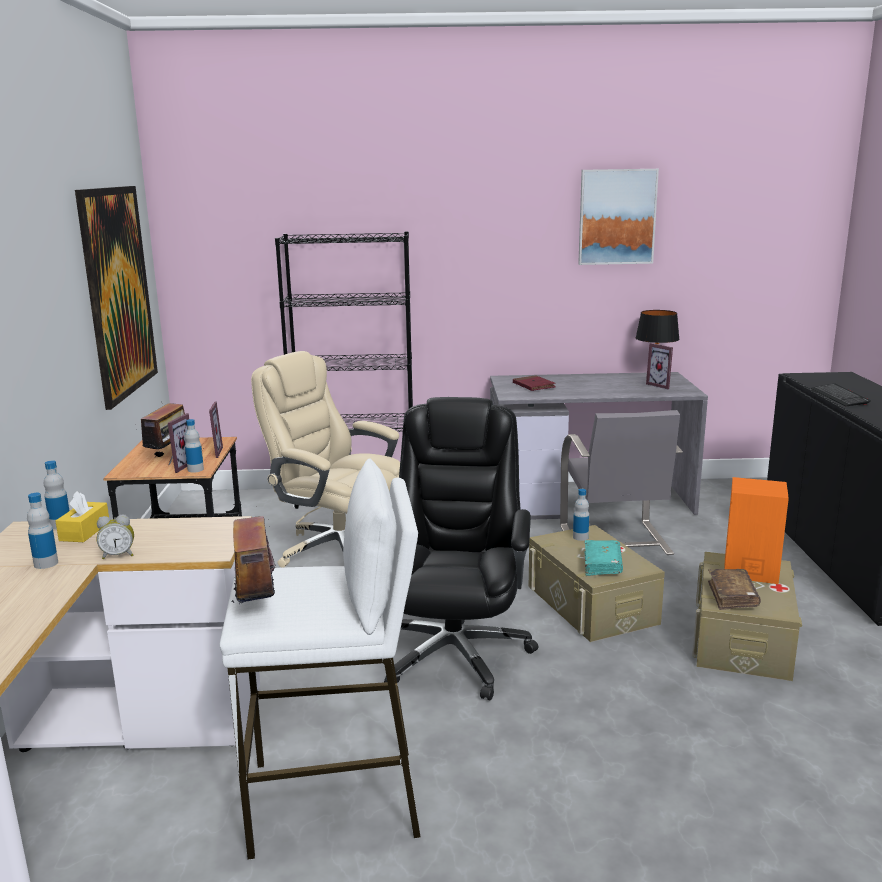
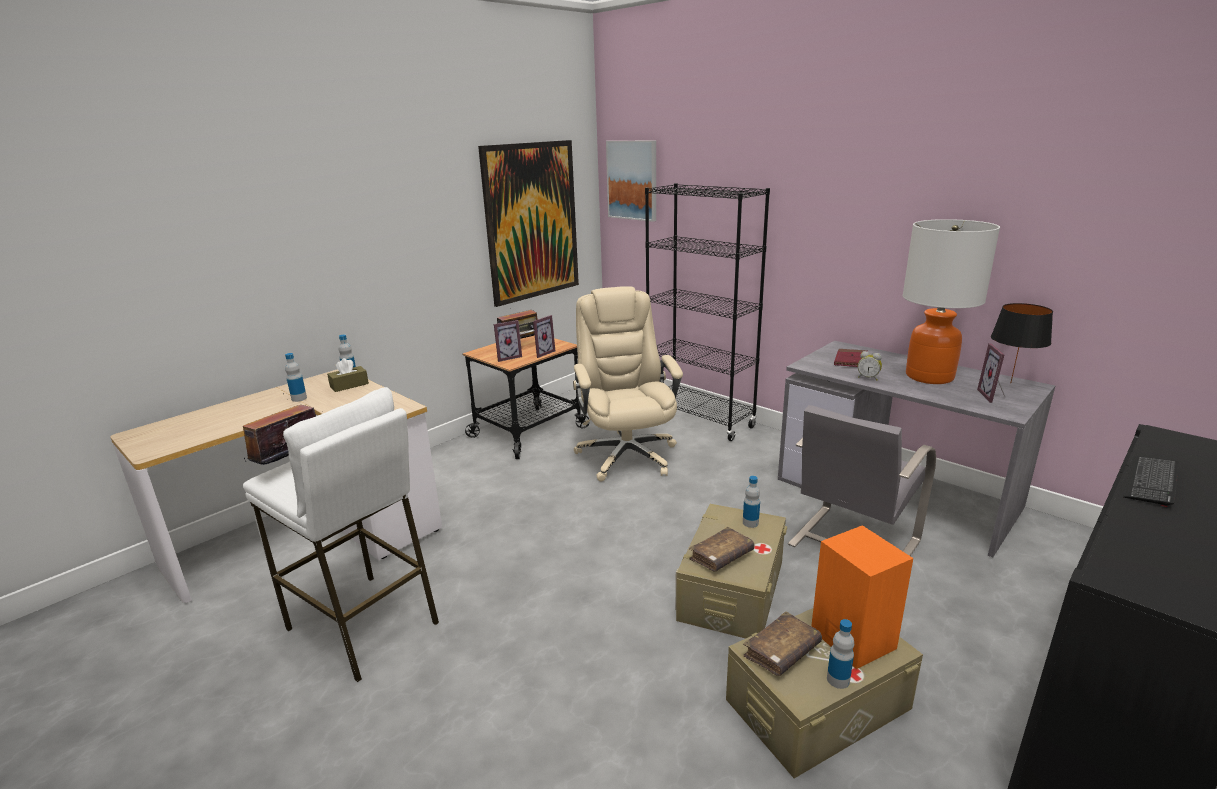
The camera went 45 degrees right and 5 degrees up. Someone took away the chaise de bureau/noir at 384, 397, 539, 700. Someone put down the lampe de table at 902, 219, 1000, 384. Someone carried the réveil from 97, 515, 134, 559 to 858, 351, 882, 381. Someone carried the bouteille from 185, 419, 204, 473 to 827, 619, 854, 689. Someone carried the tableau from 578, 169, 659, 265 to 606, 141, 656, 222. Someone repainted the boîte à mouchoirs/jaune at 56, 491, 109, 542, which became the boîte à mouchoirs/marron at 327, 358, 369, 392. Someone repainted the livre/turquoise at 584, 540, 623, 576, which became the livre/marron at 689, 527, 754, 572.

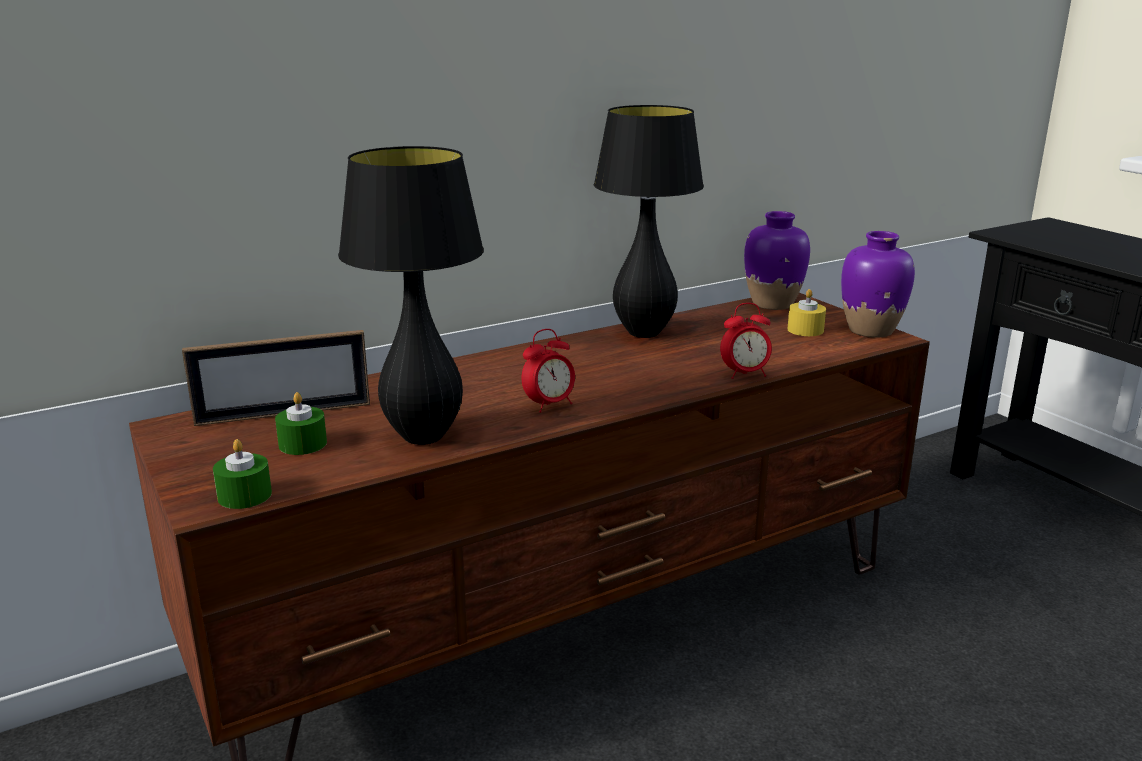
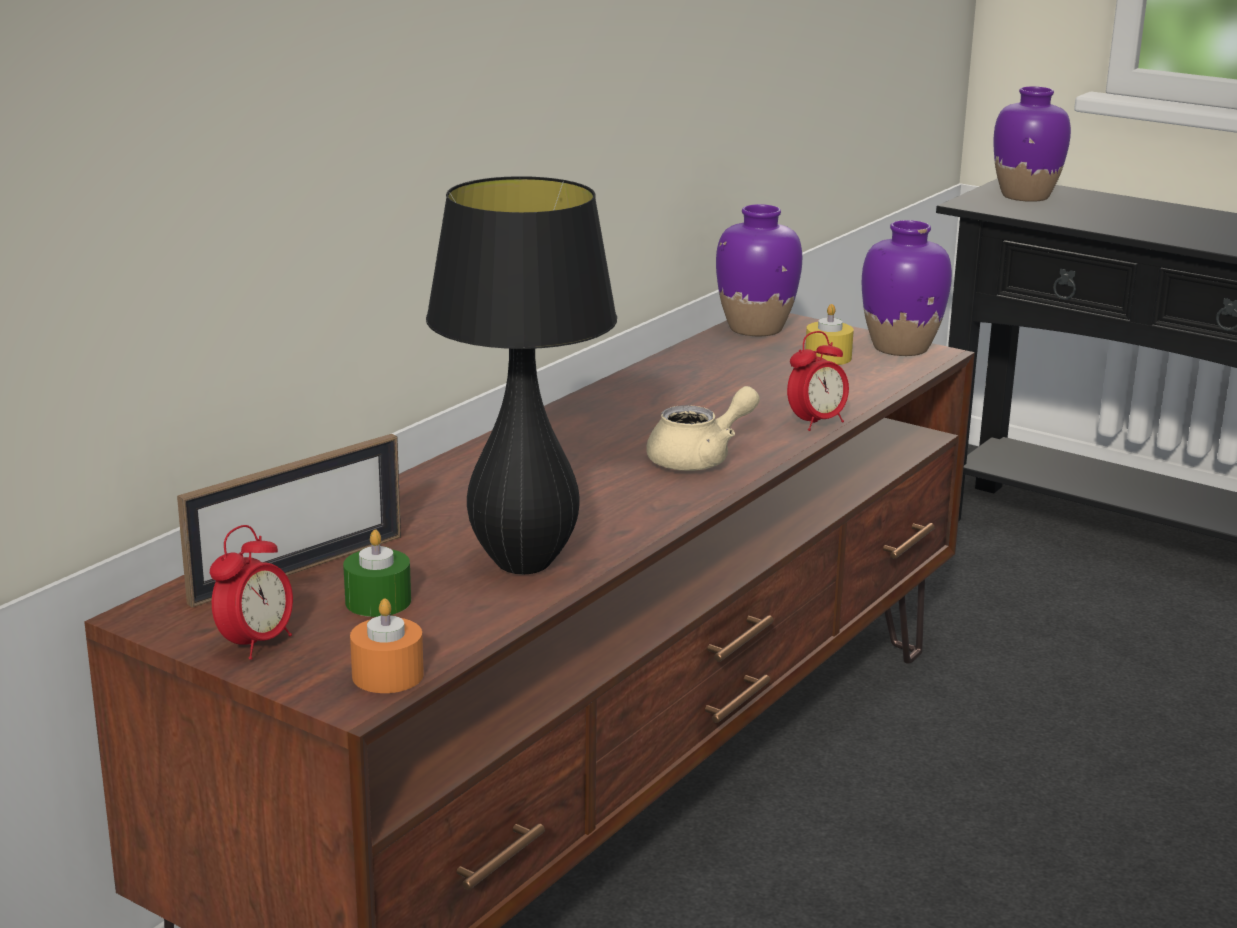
The camera went 25 degrees left and 0 degrees up. Someone took away the lampe de table/noir at 594, 105, 704, 338. Someone put down the théière/beige at 646, 386, 760, 471. Someone put down the vase/violet at 993, 86, 1071, 202. Someone carried the réveil from 522, 329, 575, 413 to 210, 525, 293, 660. Someone repainted the bougie/vert at 213, 439, 272, 509, which became the bougie/orange at 350, 598, 424, 693.

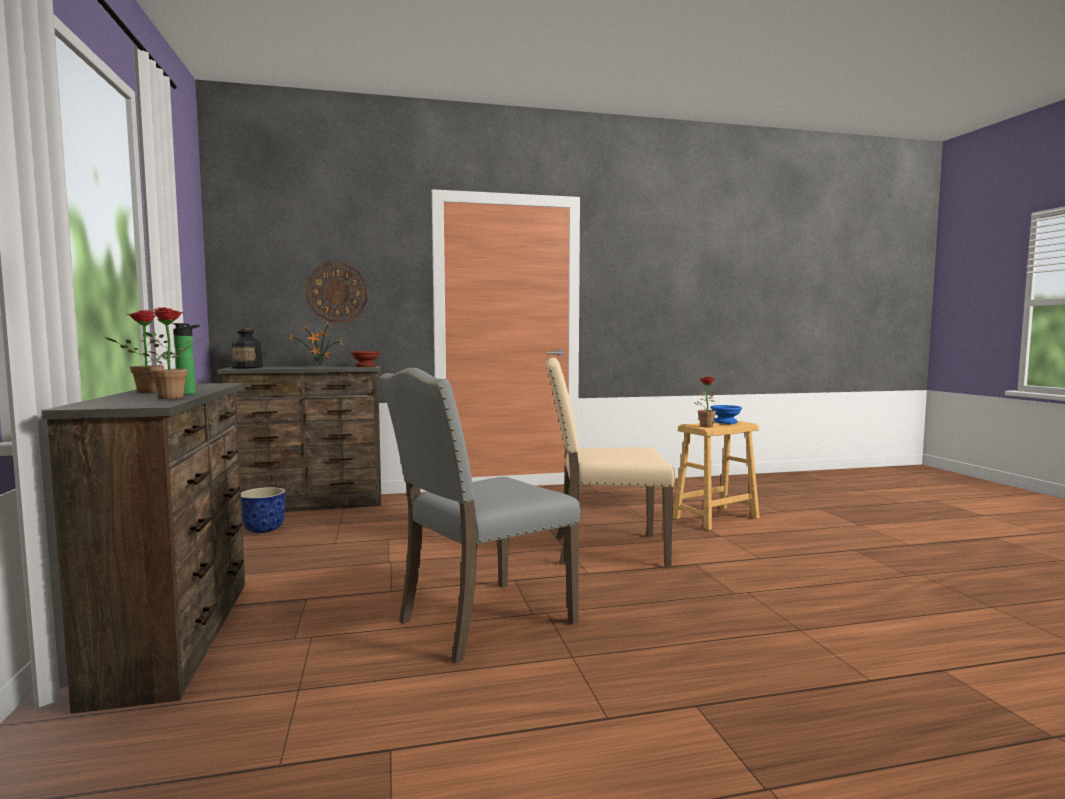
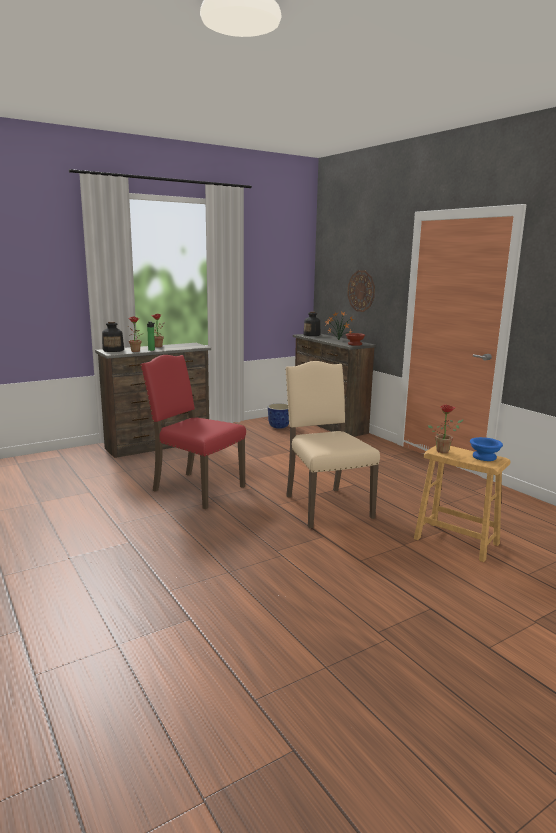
The camera went 70 degrees right and 10 degrees up. Someone put down the bouteille at 102, 321, 124, 352. Someone repainted the chaise/gris at 379, 368, 581, 664, which became the chaise/rouge at 140, 355, 246, 509.

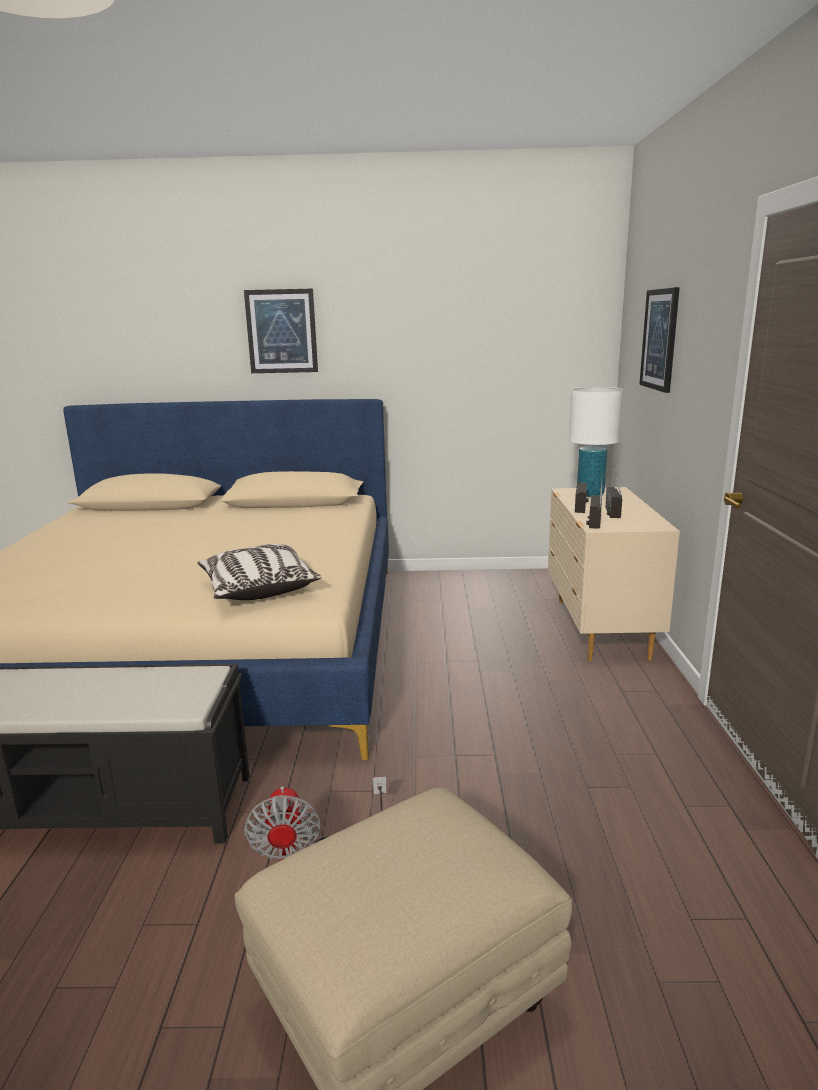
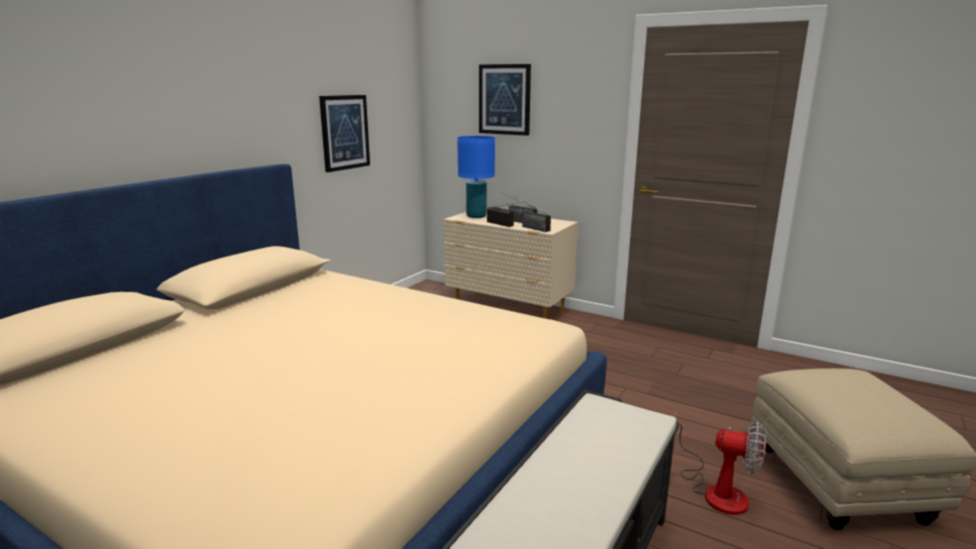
The camera went 60 degrees left and 0 degrees up. Someone took away the coussin at 198, 544, 321, 600. Someone carried the tableau from 244, 289, 318, 373 to 319, 95, 370, 172. Someone repainted the lampe de table/blanc at 569, 387, 623, 497, which became the lampe de table/bleu at 457, 136, 495, 218.

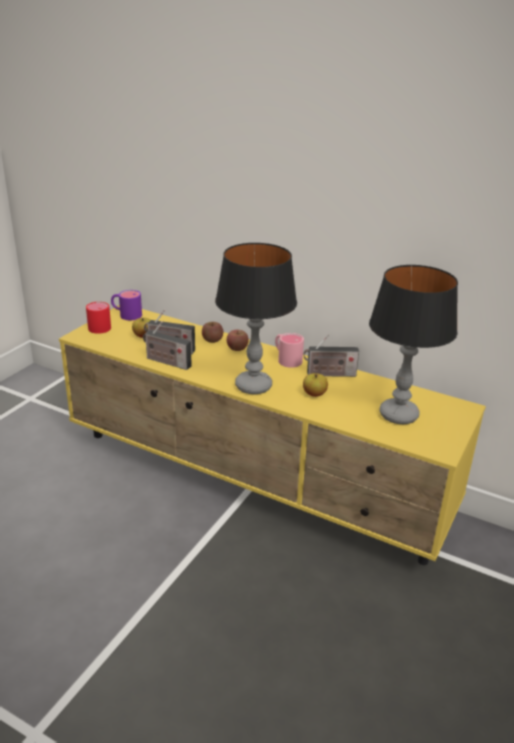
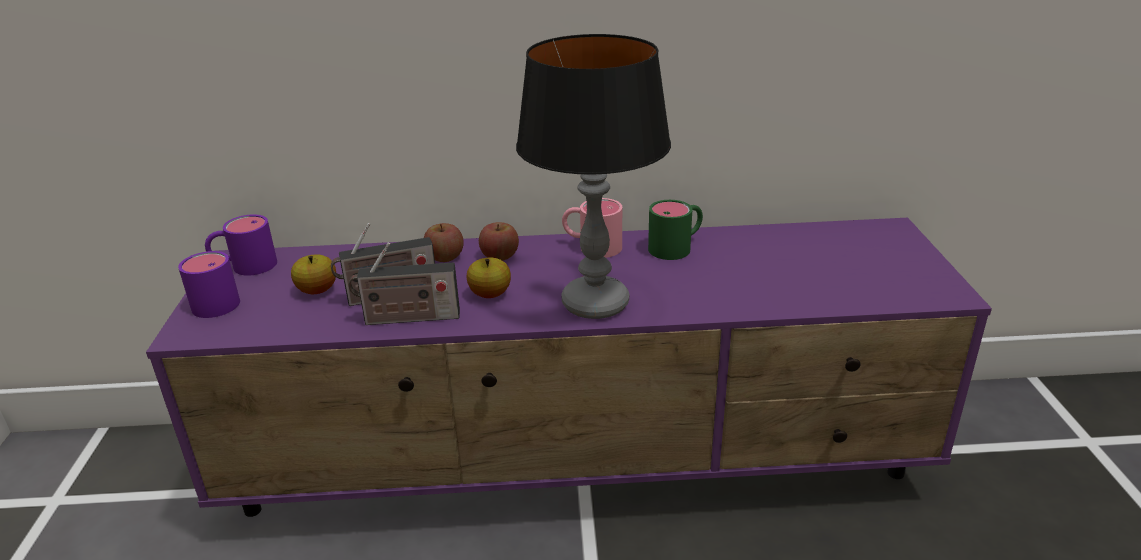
The camera went 30 degrees left and 0 degrees up. Someone took away the lampe de table at 369, 265, 458, 424. Someone carried the pomme from 303, 373, 328, 397 to 466, 258, 511, 298. Someone swapped the radio at 303, 334, 359, 377 for the mug/vert at 648, 200, 703, 260. Someone repainted the meuble télé/jaune at 59, 305, 486, 565, which became the meuble télé/violet at 146, 218, 992, 517. Someone repainted the mug/rouge at 86, 302, 111, 334, which became the mug/violet at 178, 251, 240, 318.

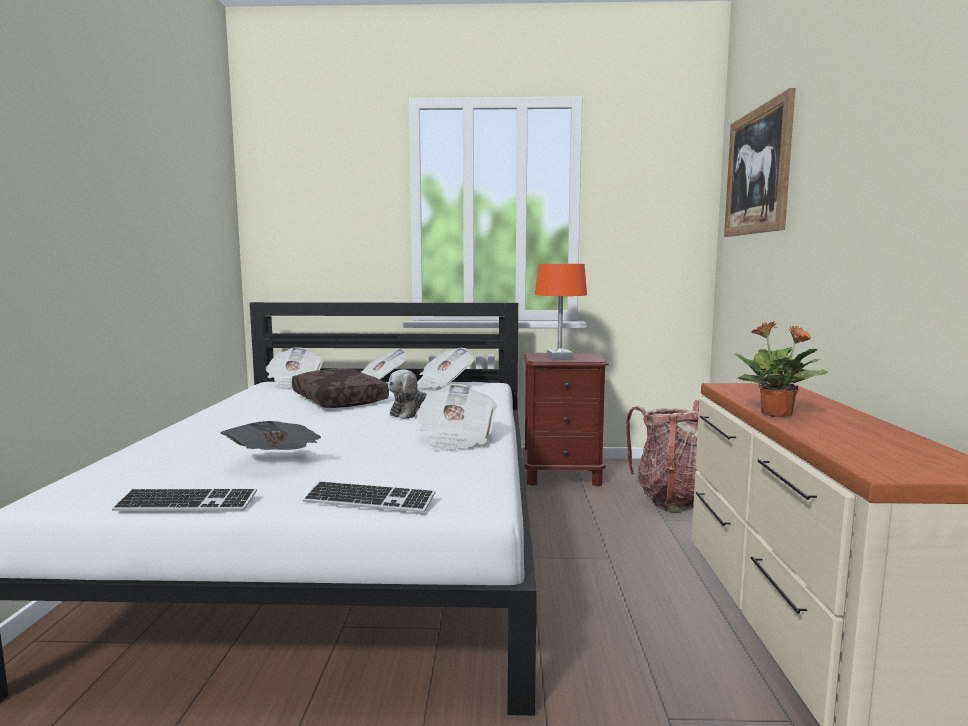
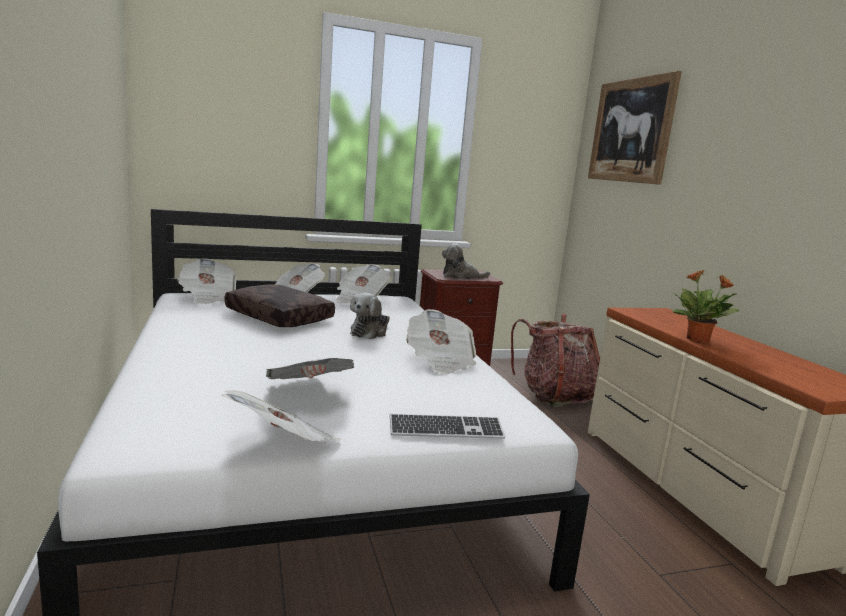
The camera went 20 degrees left and 5 degrees up. Someone swapped the clavier at 112, 489, 257, 511 for the journal at 222, 391, 341, 443. Someone swapped the lampe de table/orange at 535, 264, 587, 360 for the peluche at 442, 243, 490, 279.

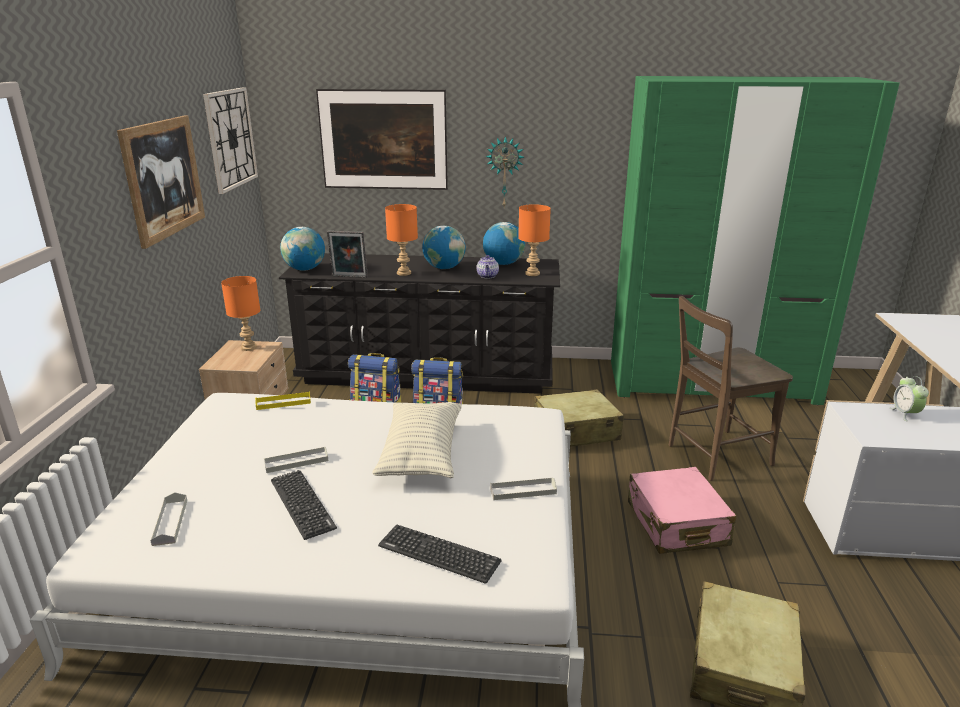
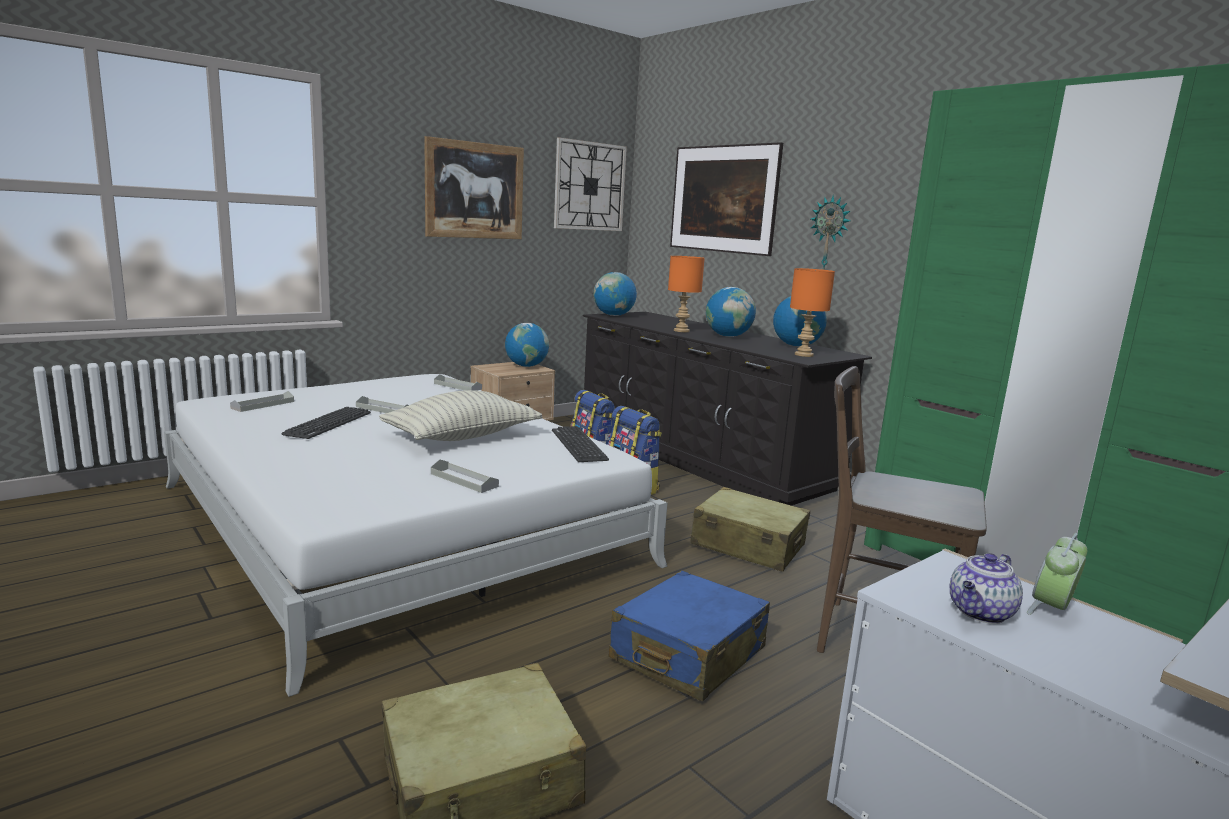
The camera went 45 degrees right and 10 degrees down. Someone took away the cadre photo at 327, 231, 368, 278. Someone carried the clavier from 378, 525, 502, 583 to 552, 426, 609, 462. Someone carried the théière from 476, 255, 499, 279 to 950, 553, 1023, 624. Someone swapped the lampe de table/orange at 221, 276, 260, 351 for the globe at 505, 323, 549, 367. Someone repainted the plateau/jaune at 255, 391, 311, 410, which became the plateau/gris at 434, 374, 482, 391. Someone repainted the valise/rose at 628, 467, 736, 554, which became the valise/bleu at 609, 570, 770, 701.

